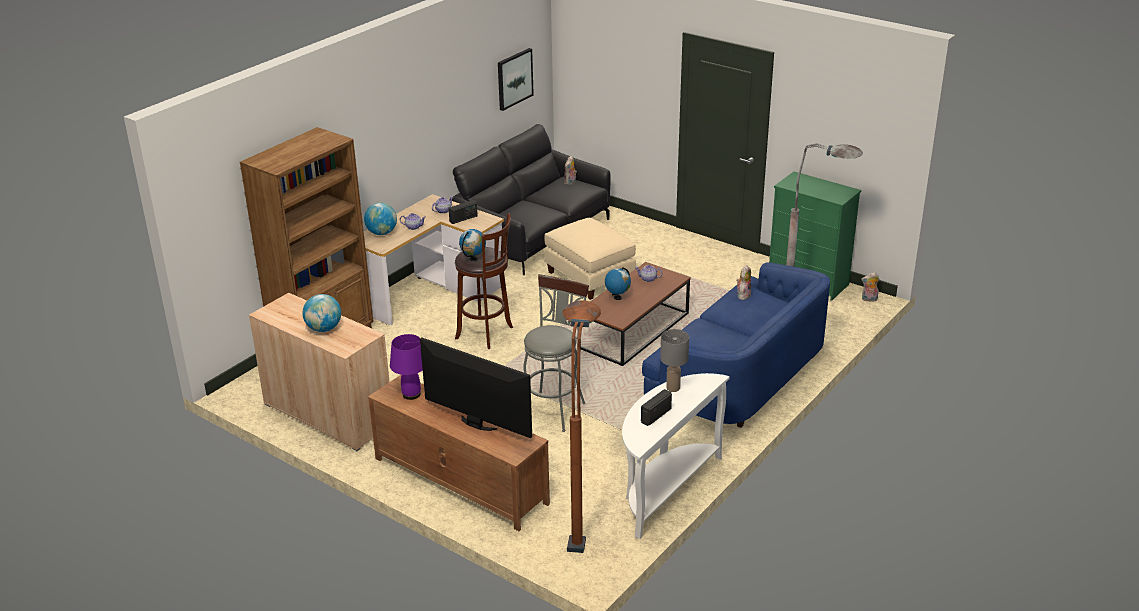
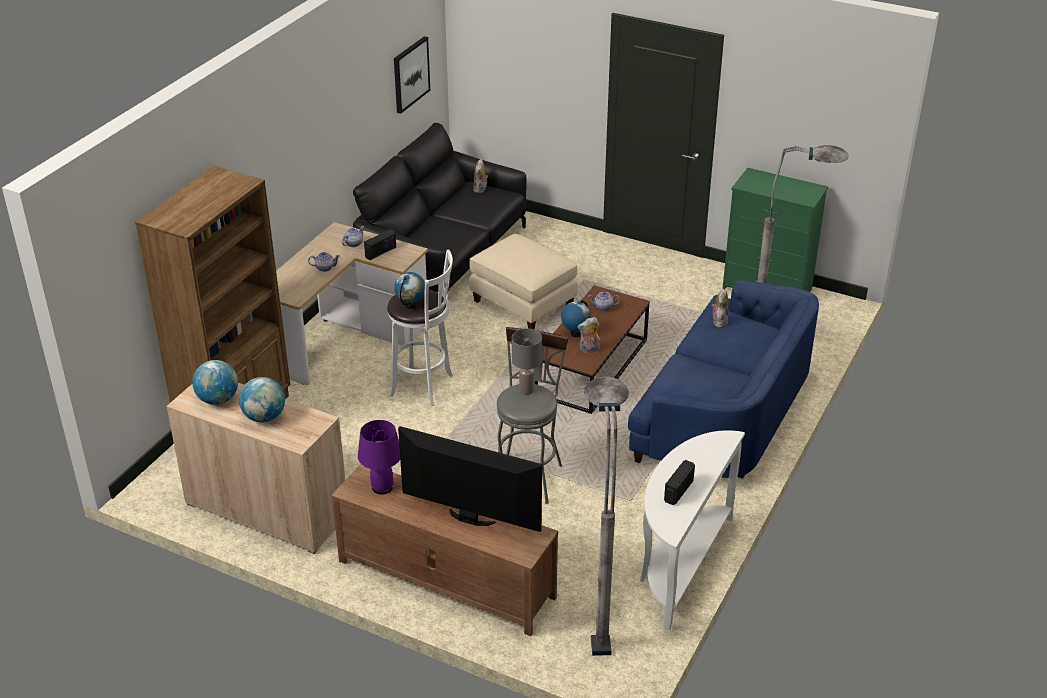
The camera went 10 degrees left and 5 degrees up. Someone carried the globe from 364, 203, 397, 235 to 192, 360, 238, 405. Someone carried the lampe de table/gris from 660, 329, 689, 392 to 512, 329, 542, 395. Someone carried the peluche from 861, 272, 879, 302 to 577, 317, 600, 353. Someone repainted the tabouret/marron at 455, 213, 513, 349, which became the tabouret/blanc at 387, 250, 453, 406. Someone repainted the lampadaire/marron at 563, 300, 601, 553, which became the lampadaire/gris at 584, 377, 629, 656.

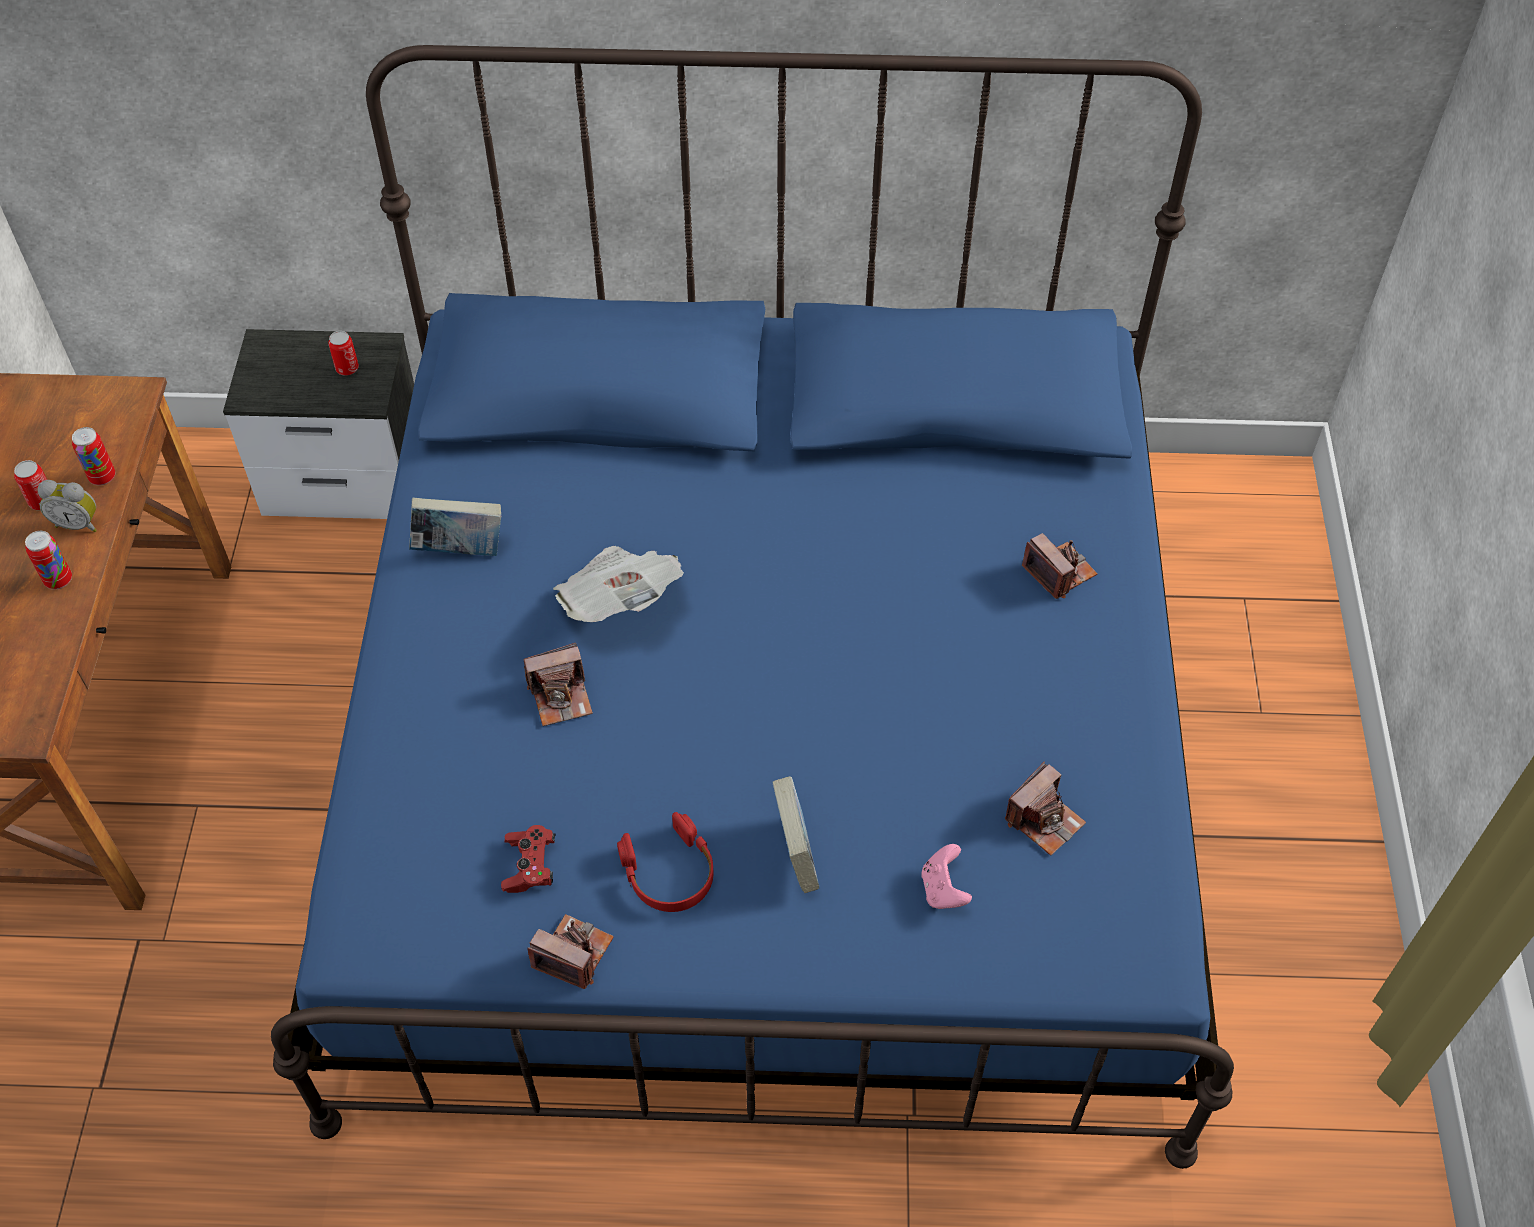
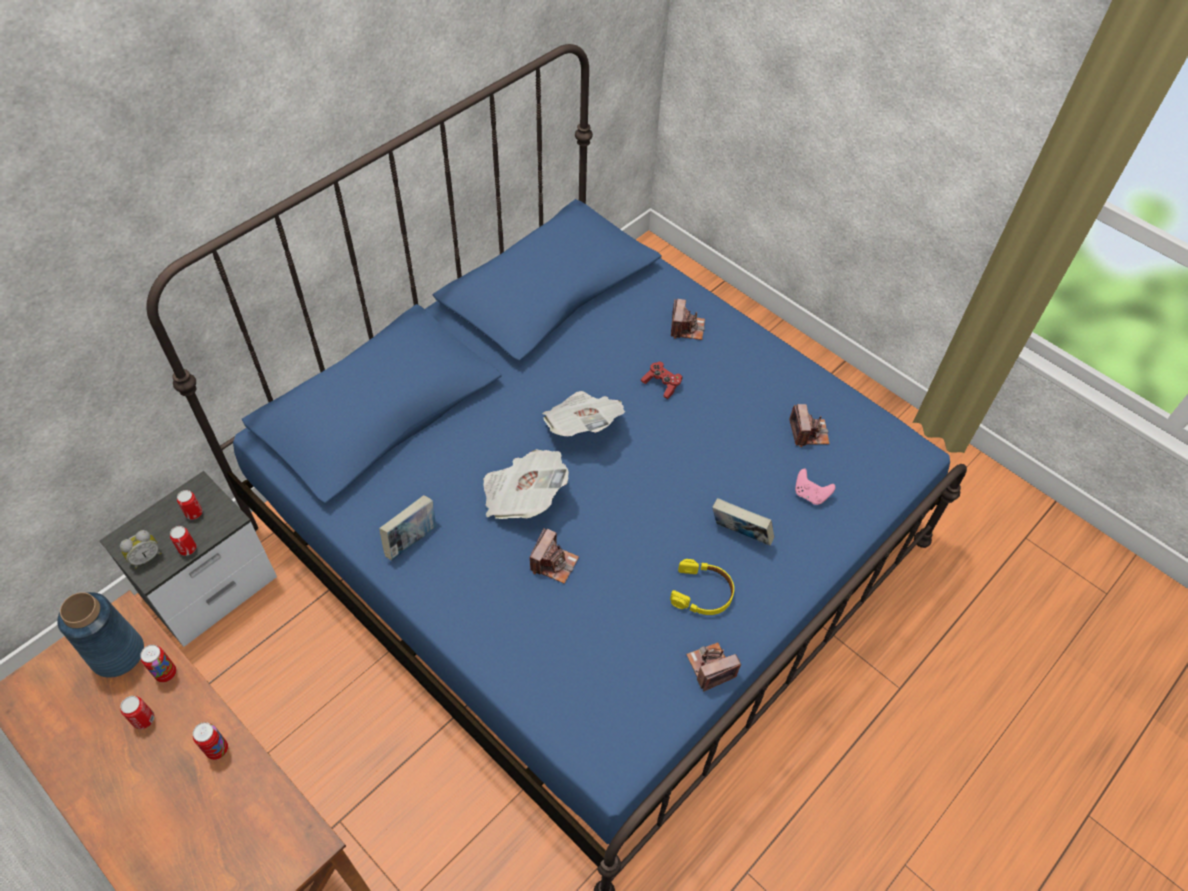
The camera went 50 degrees left and 0 degrees up. Someone put down the vase/bleu at 57, 592, 144, 678. Someone put down the boîte métallique at 170, 526, 196, 556. Someone put down the journal at 542, 391, 625, 436. Someone carried the réveil from 37, 480, 97, 532 to 120, 530, 161, 569. Someone carried the manette/rouge from 501, 825, 556, 893 to 641, 361, 683, 399. Someone repainted the casque audio/rouge at 617, 812, 714, 912, which became the casque audio/jaune at 670, 559, 734, 615. Someone rotated the appareil photo at 1022, 533, 1097, 599 by 90 degrees clockwise.

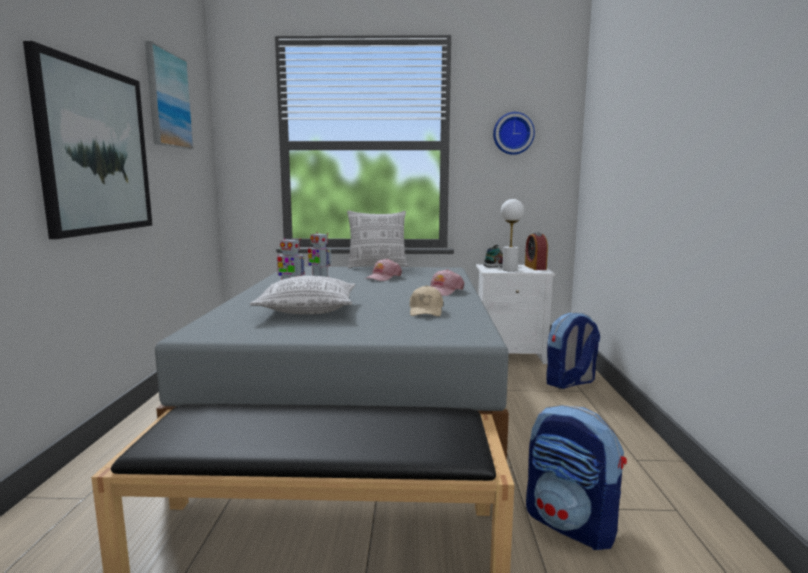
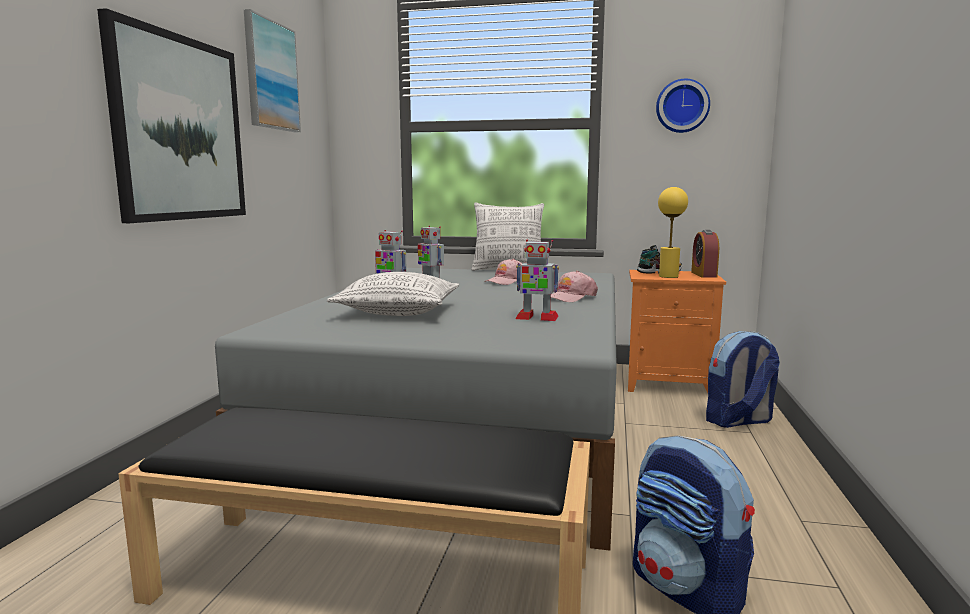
The camera went 10 degrees right and 0 degrees up. Someone swapped the casquette/beige at 409, 285, 443, 316 for the robot jouet at 515, 239, 559, 321. Someone repainted the table de chevet/blanc at 476, 264, 555, 364, which became the table de chevet/orange at 628, 270, 726, 393. Someone repainted the lampe de table/blanc at 501, 199, 524, 271, which became the lampe de table/jaune at 658, 187, 688, 278.

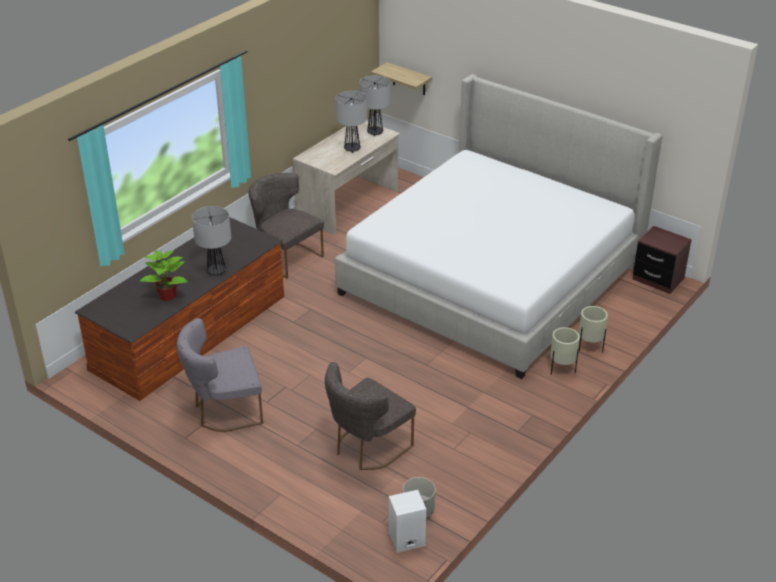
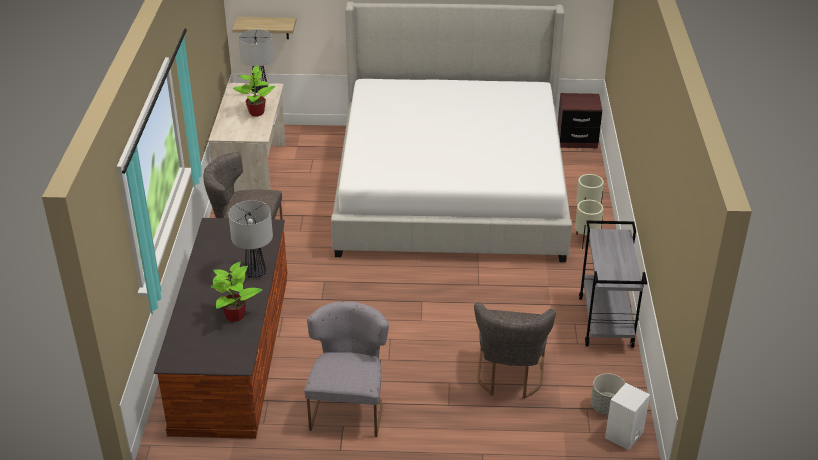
The camera went 35 degrees left and 0 degrees up. Someone put down the chariot/gris at 579, 221, 647, 348. Someone swapped the lampe de table at 335, 91, 367, 153 for the plante en pot at 233, 65, 275, 117. Someone rotated the chaise/gris at 177, 318, 263, 432 by 150 degrees clockwise.

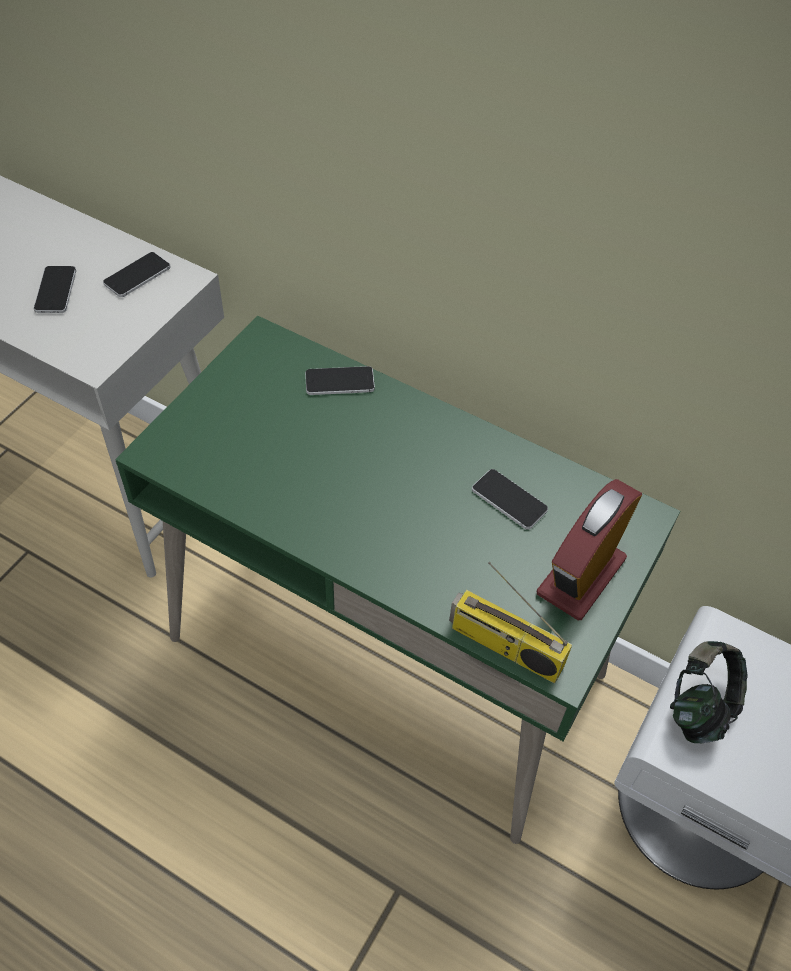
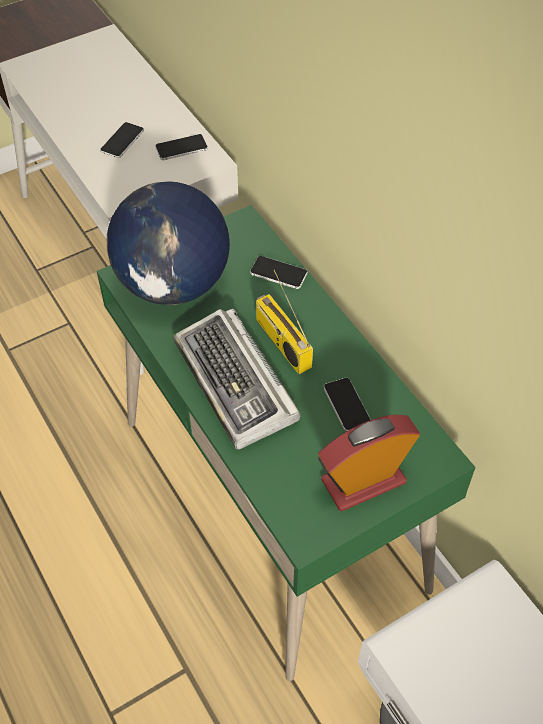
The camera went 30 degrees right and 0 degrees up. Someone took away the casque audio at 670, 641, 748, 743. Someone put down the globe at 106, 181, 230, 305. Someone put down the clavier at 173, 309, 301, 450. Someone carried the radio from 449, 562, 572, 683 to 256, 270, 313, 374.

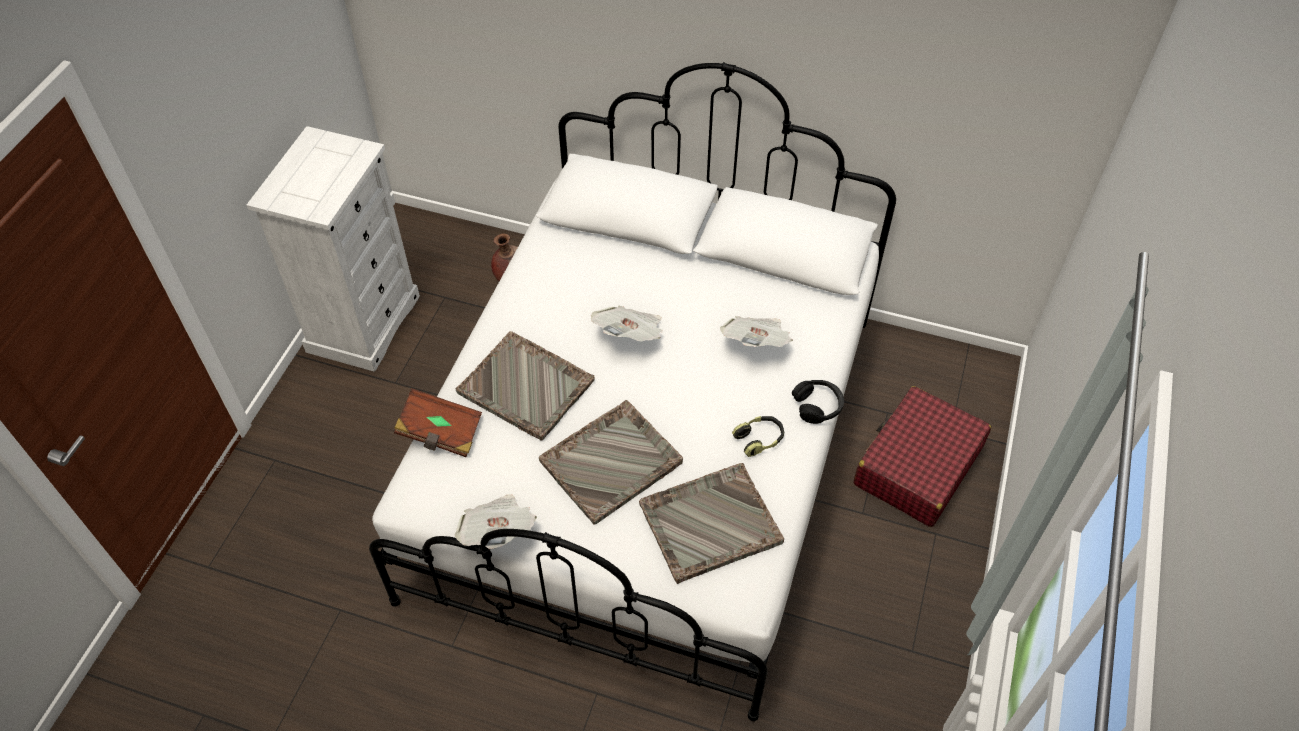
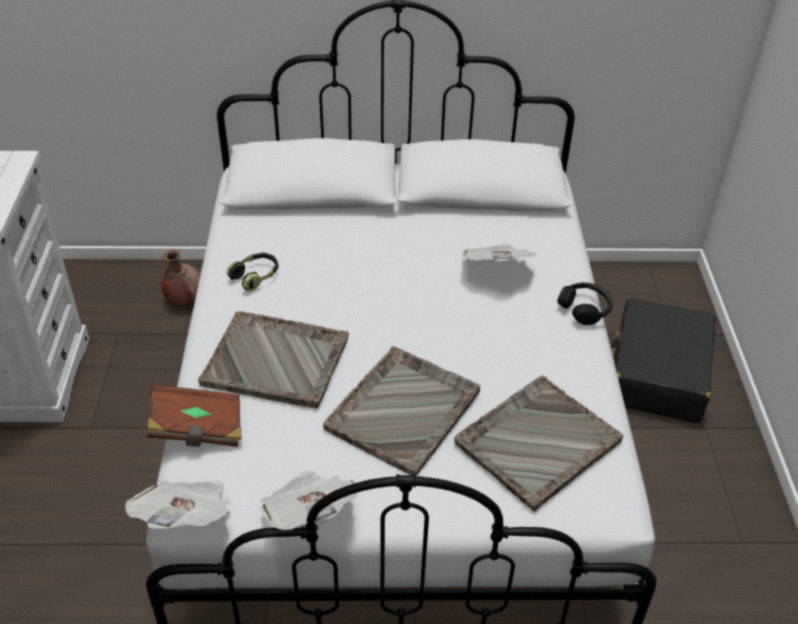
The camera went 20 degrees left and 10 degrees down. Someone carried the journal from 591, 305, 663, 342 to 125, 481, 230, 529. Someone carried the casque audio from 732, 416, 784, 457 to 226, 253, 279, 291. Someone repainted the valise/rouge at 854, 386, 991, 527, which became the valise/noir at 611, 298, 716, 423.

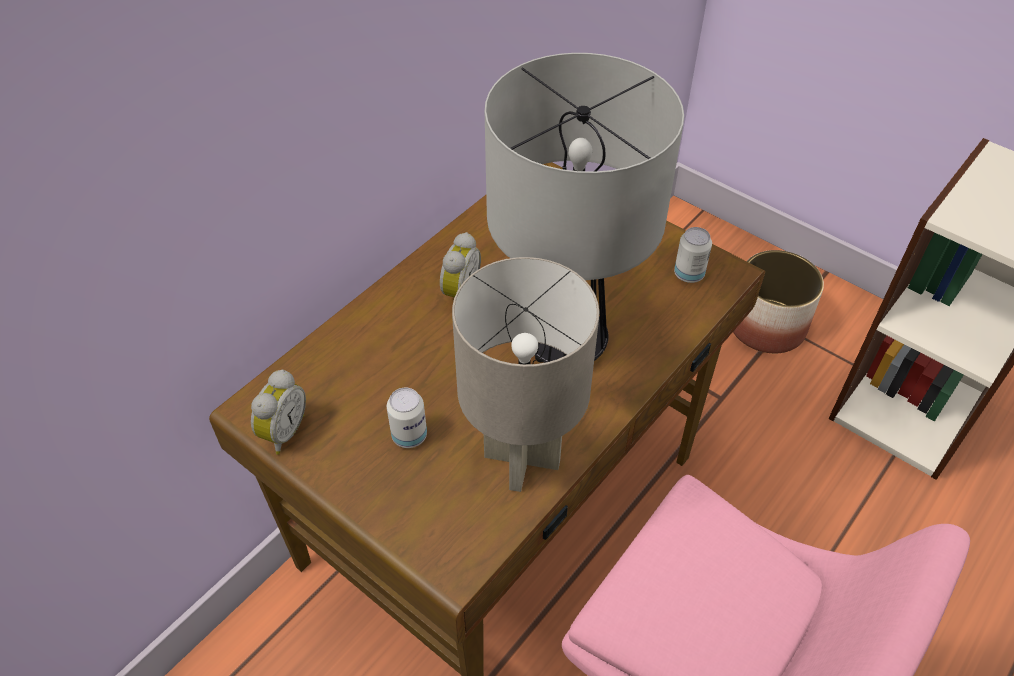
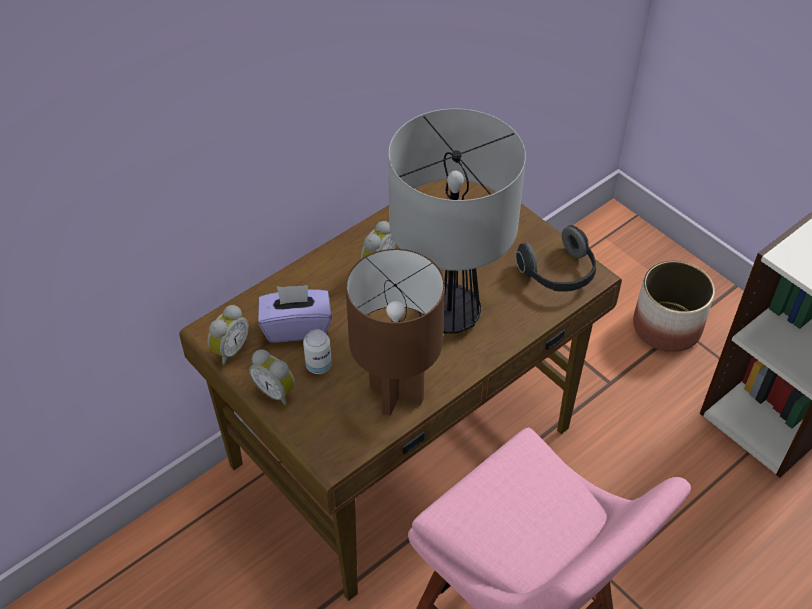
The camera went 10 degrees right and 0 degrees up. Someone put down the réveil at 249, 349, 295, 406. Someone put down the boîte à mouchoirs/violet at 258, 285, 332, 342. Someone swapped the boîte métallique at 674, 227, 712, 283 for the casque audio at 515, 225, 596, 292. Someone repainted the lampe de table/gris at 452, 257, 599, 492, which became the lampe de table/marron at 346, 249, 445, 416.

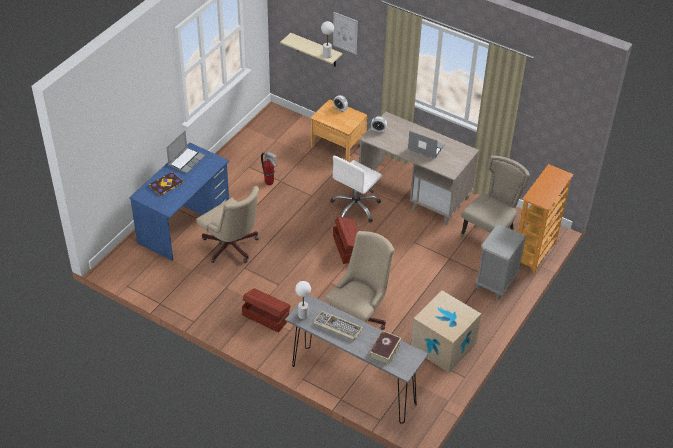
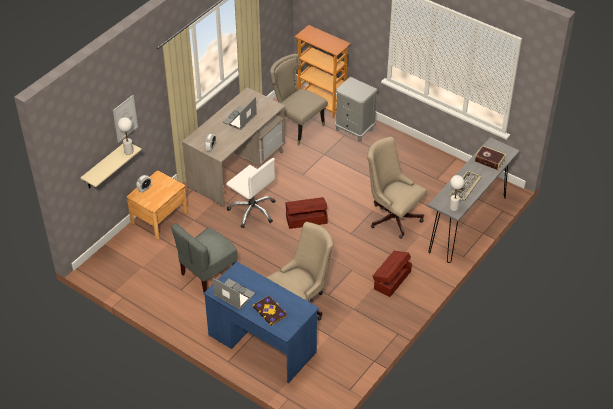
The camera went 85 degrees left and 0 degrees up. Someone took away the carton at 411, 290, 481, 373. Someone swapped the extincteur at 261, 152, 278, 185 for the chaise/gris at 171, 224, 238, 292.

